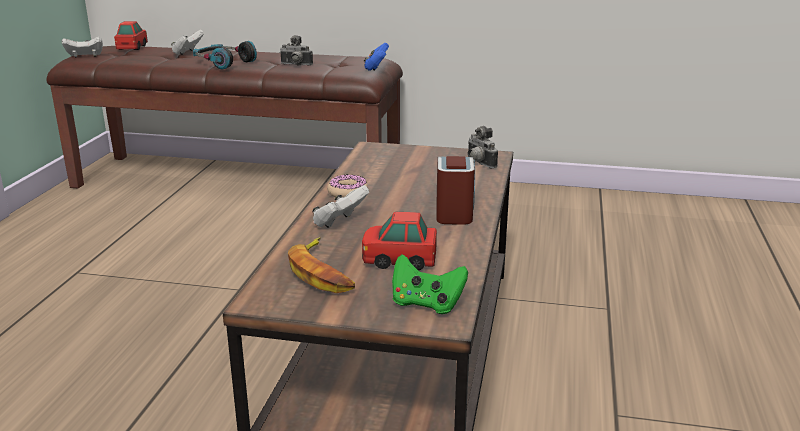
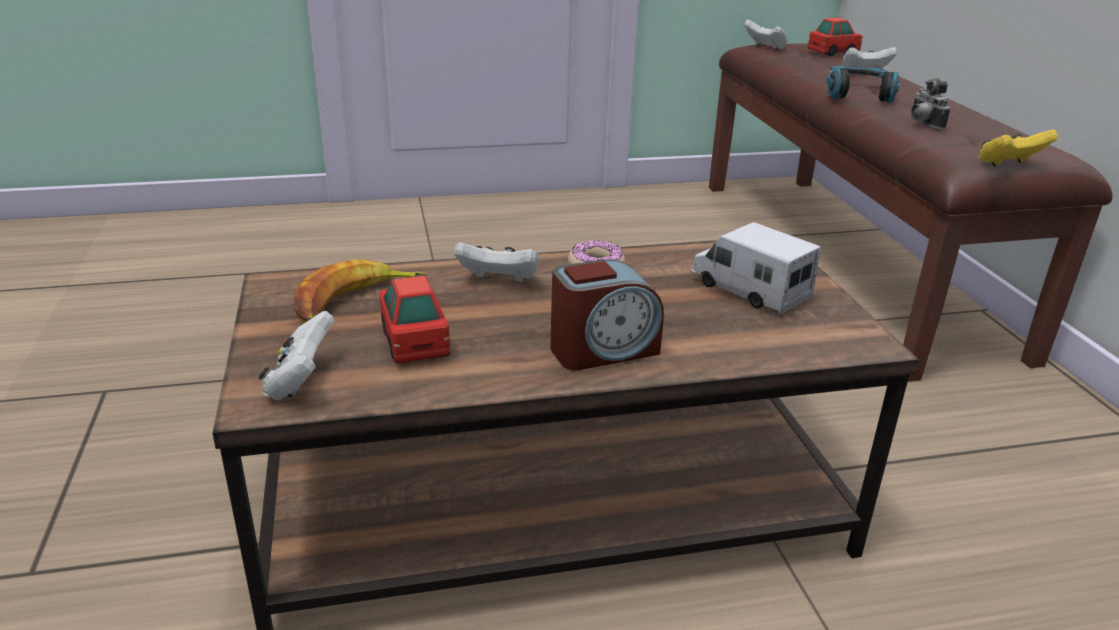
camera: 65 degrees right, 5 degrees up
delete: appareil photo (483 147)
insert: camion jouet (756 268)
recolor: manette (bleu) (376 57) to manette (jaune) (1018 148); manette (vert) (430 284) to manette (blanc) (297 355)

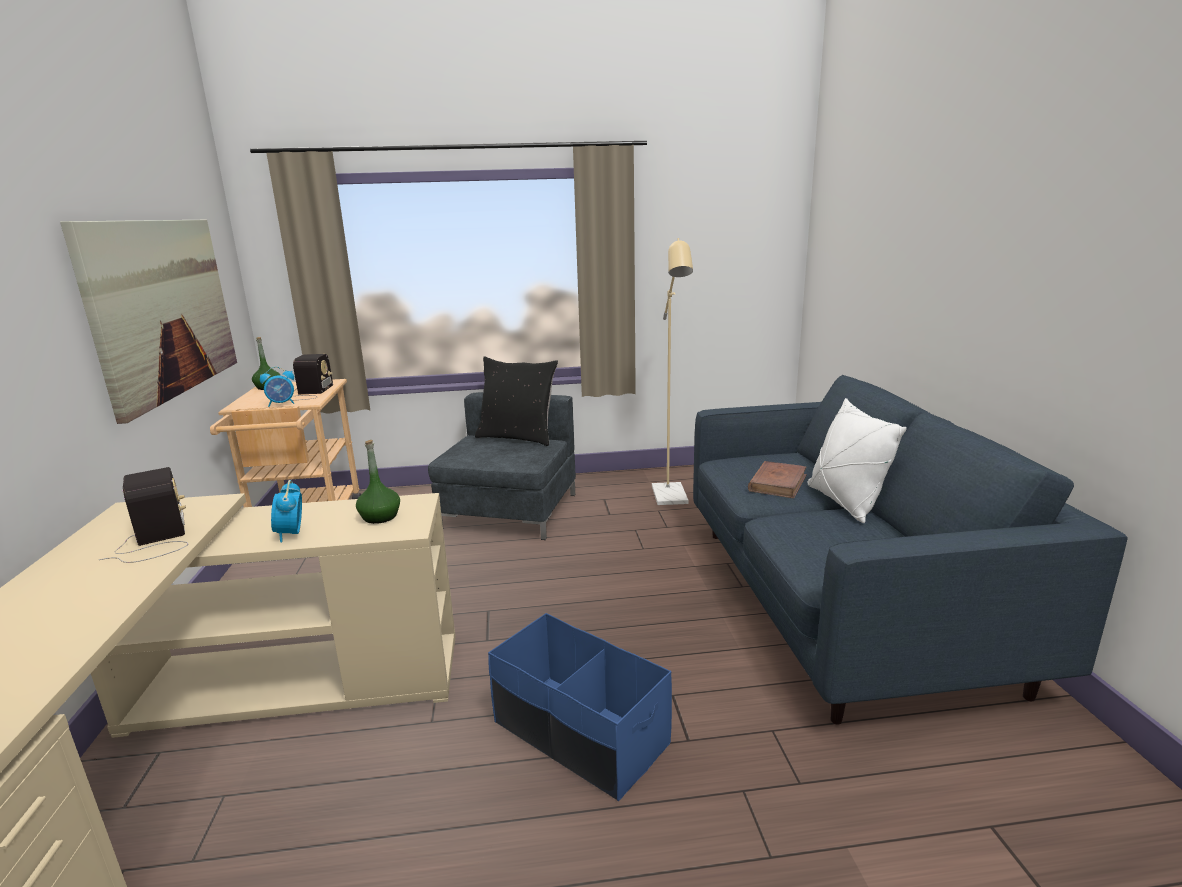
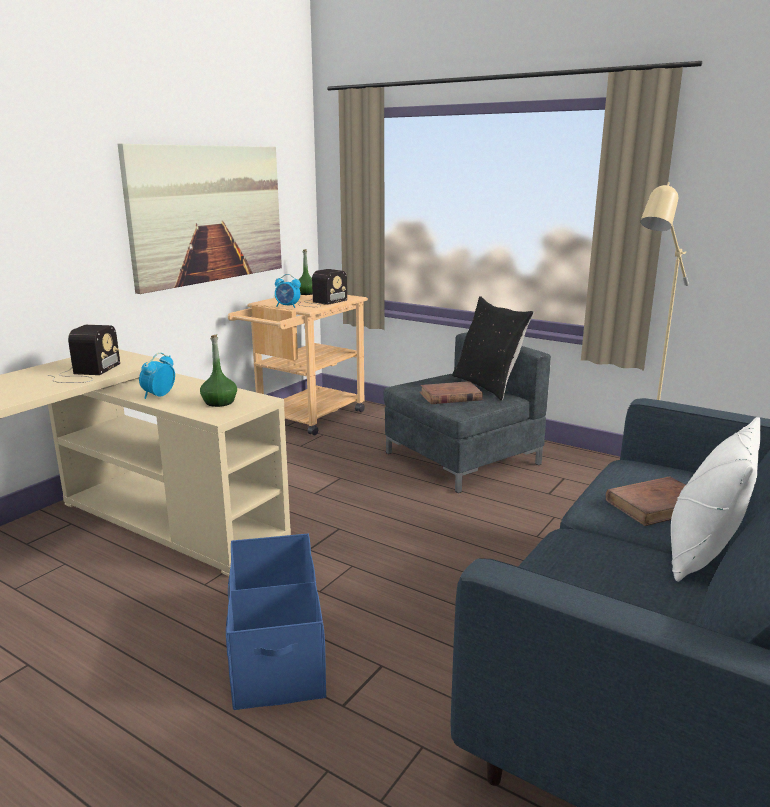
camera: 40 degrees right, 0 degrees up
insert: livre (marron) (451 392)

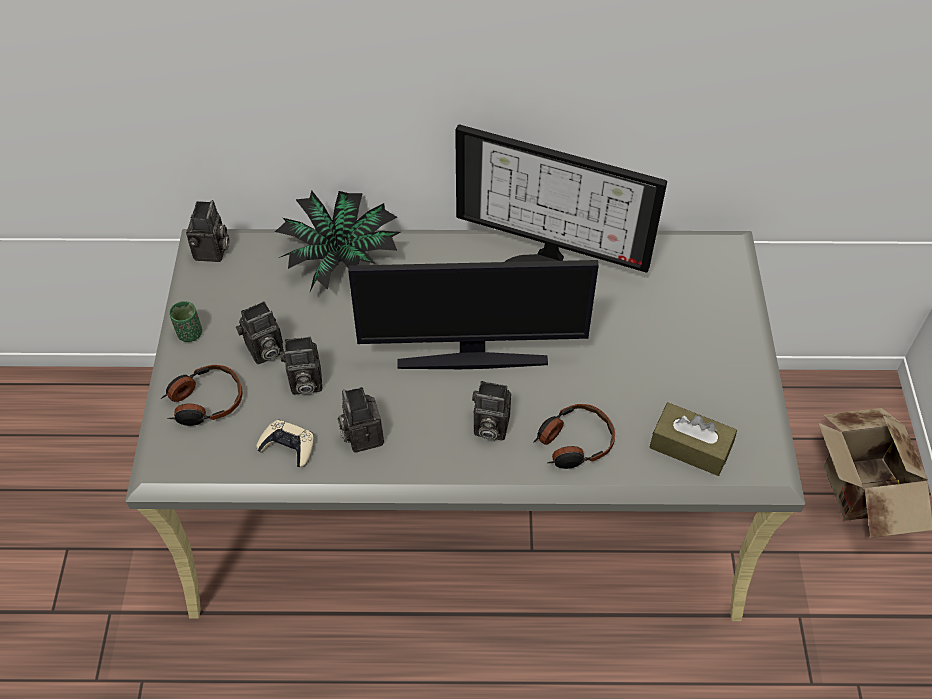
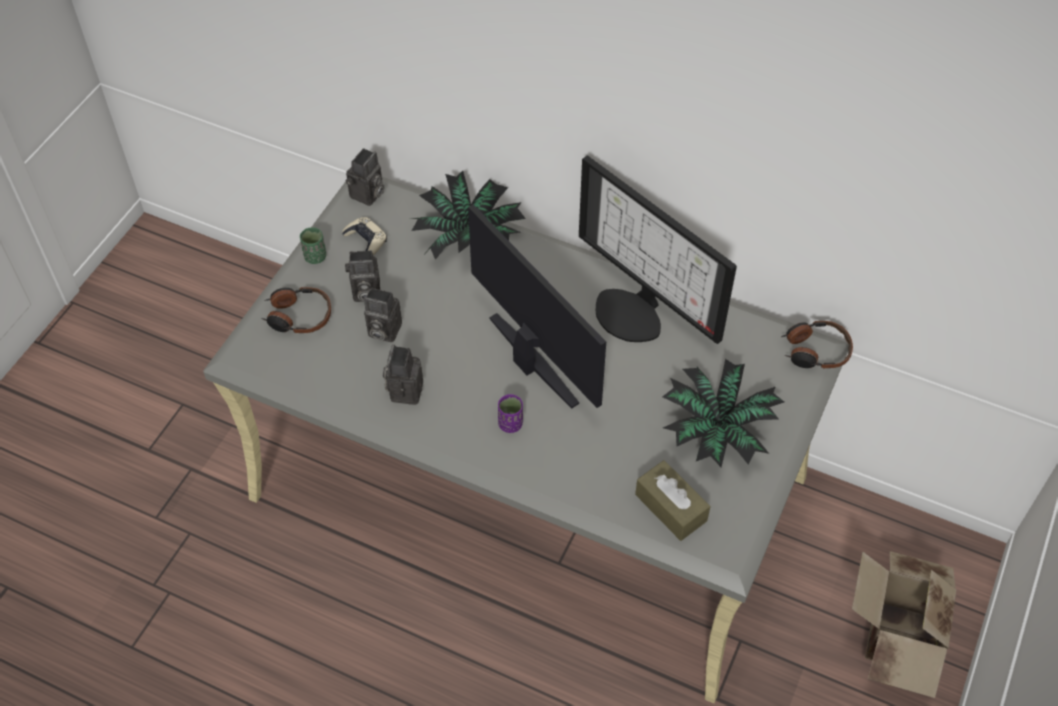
camera: 25 degrees right, 0 degrees up
insert: plante en pot (723 413)
move: casque audio (574 436) to (817 344); manette (beige) (285 444) to (364 236)
replace: appareil photo (491 410) to tasse (violet) (510 413)
rotate: écran d'ordinateur (473 314) = (537 306) 150 degrees counterclockwise

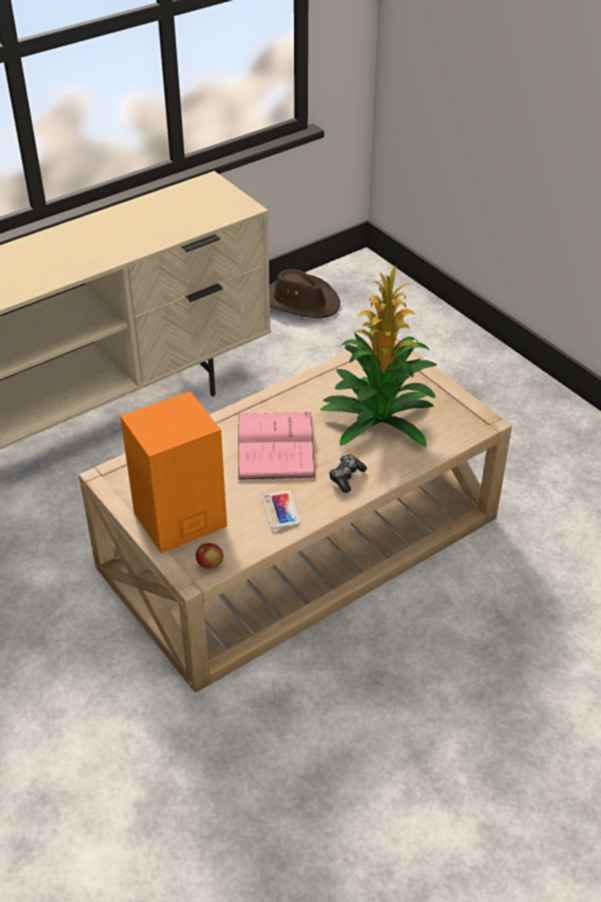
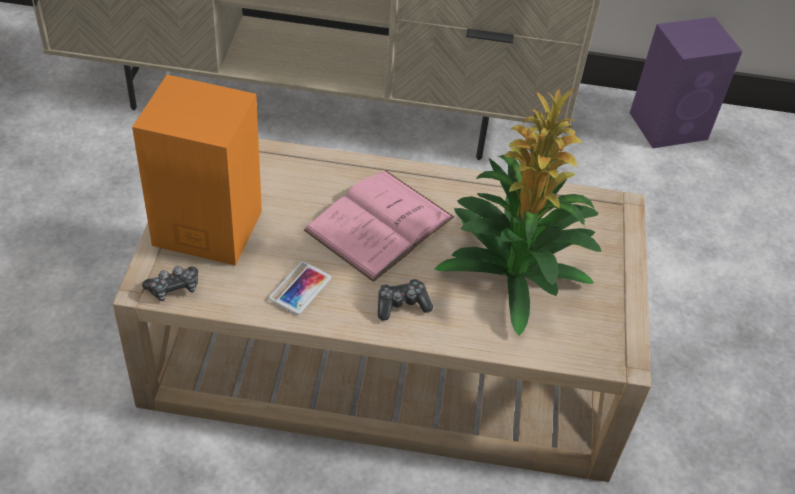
camera: 40 degrees right, 5 degrees up
replace: chapeau (marron) (304 293) to enceinte (violet) (686 82); pomme (209 556) to manette (170 283)

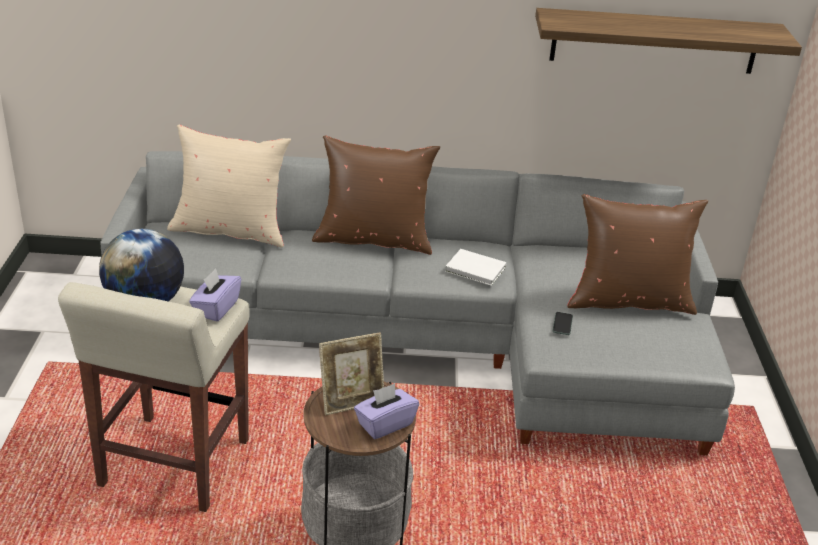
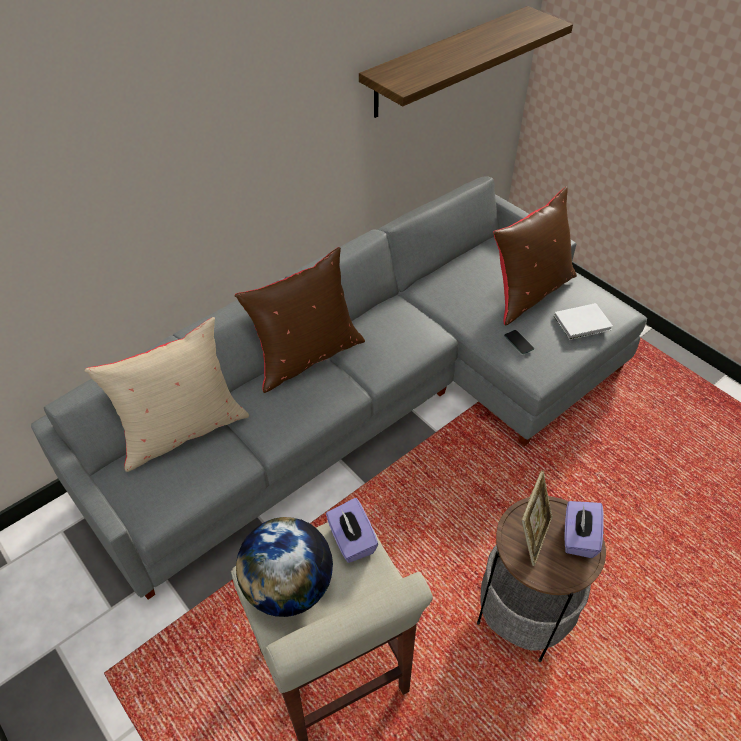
camera: 40 degrees left, 15 degrees up
move: livre (blanc) (475 267) to (583 321)

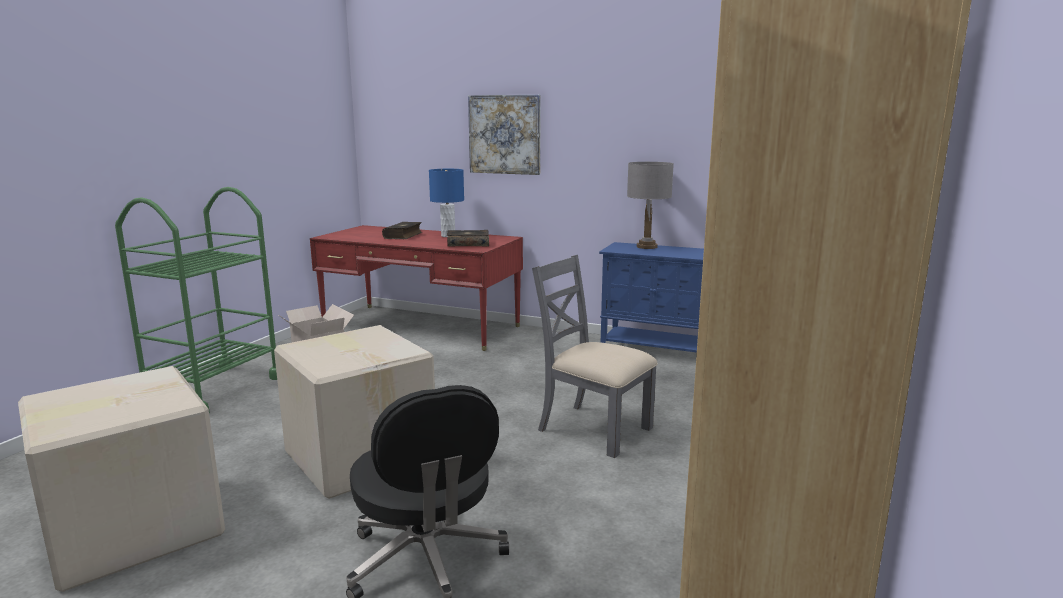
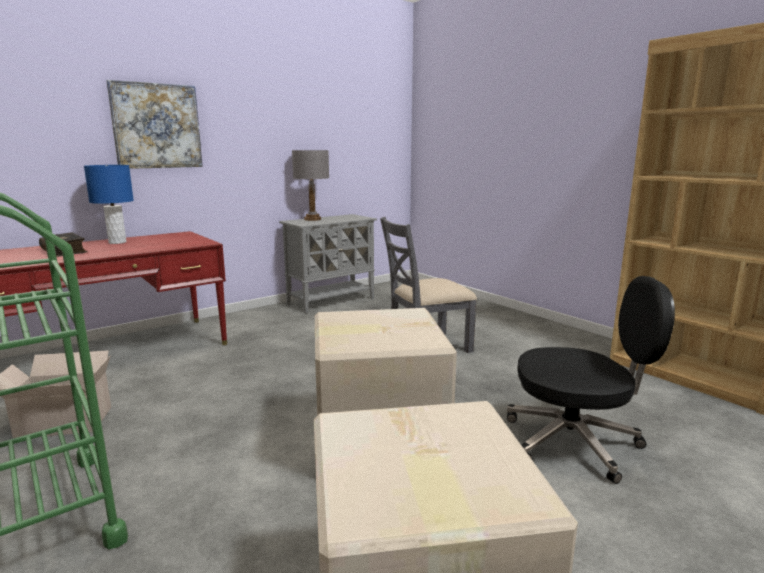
camera: 60 degrees left, 0 degrees up
delete: livre (468 238)
recolor: meuble de rangement (bleu) (651 297) to meuble de rangement (gris) (328 264)

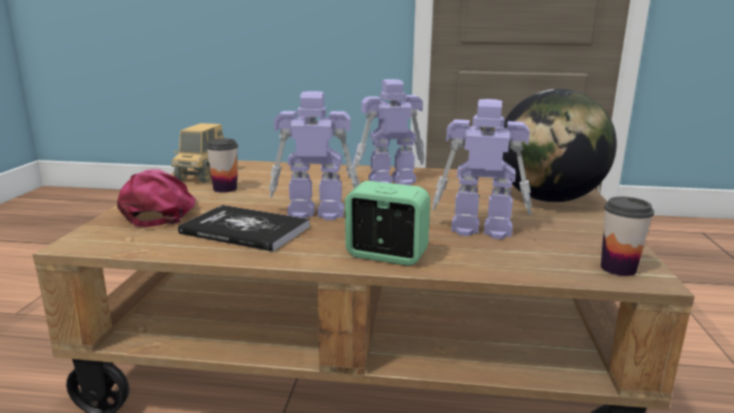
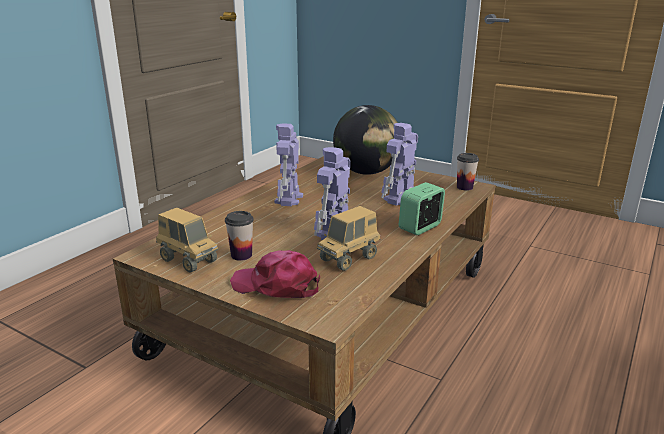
camera: 65 degrees left, 5 degrees up
replace: livre (244 228) to camion jouet (348 238)

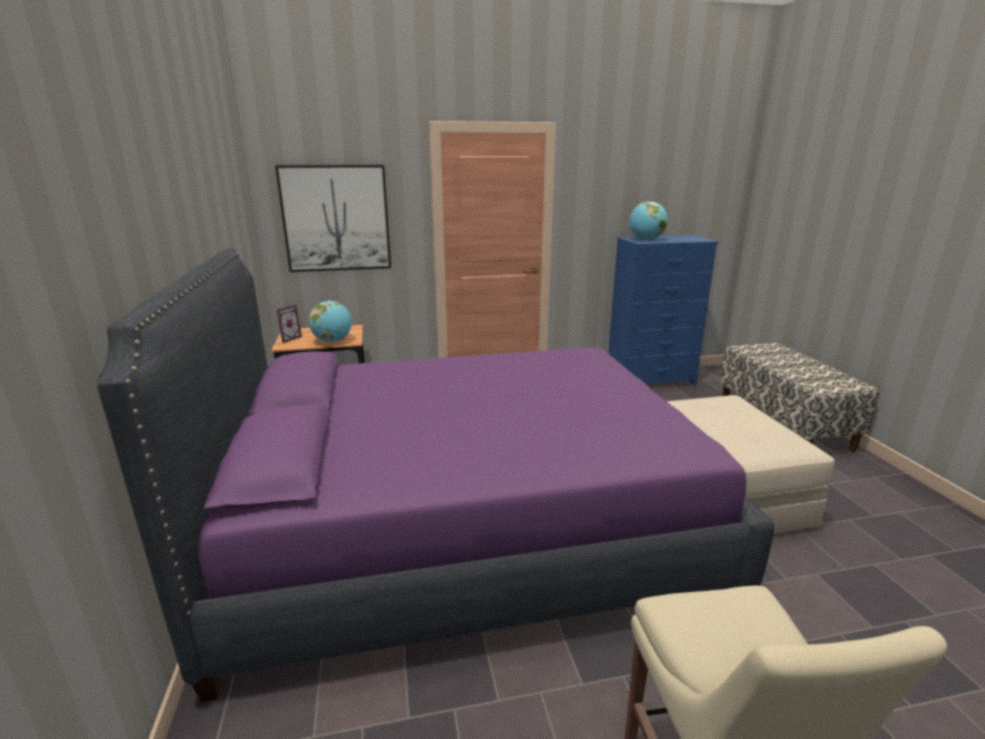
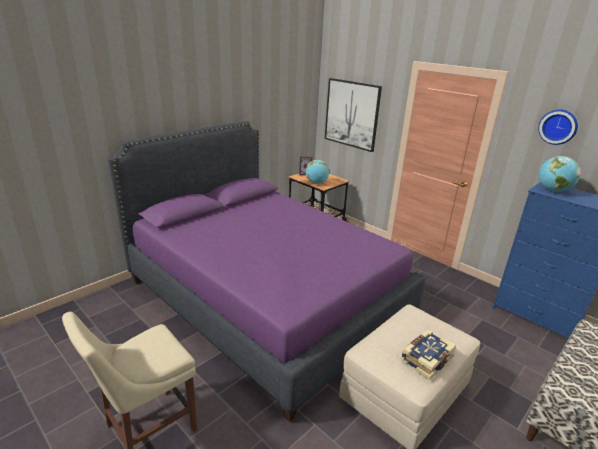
camera: 55 degrees right, 5 degrees up
insert: horloge murale (558 127); livre (428 355)

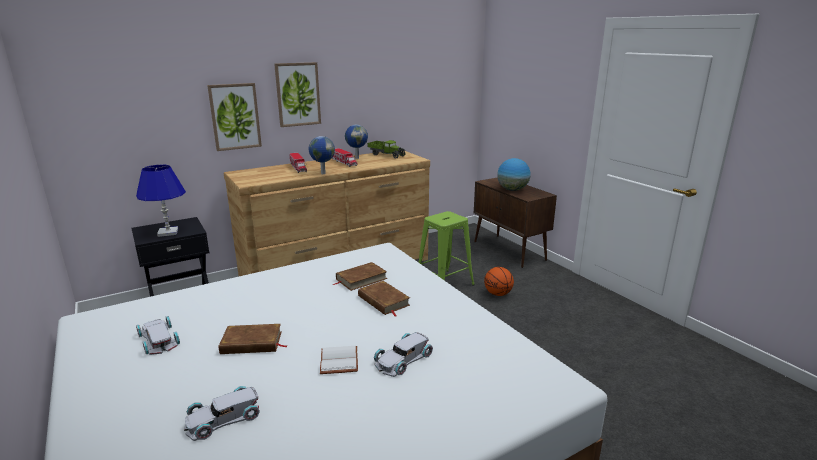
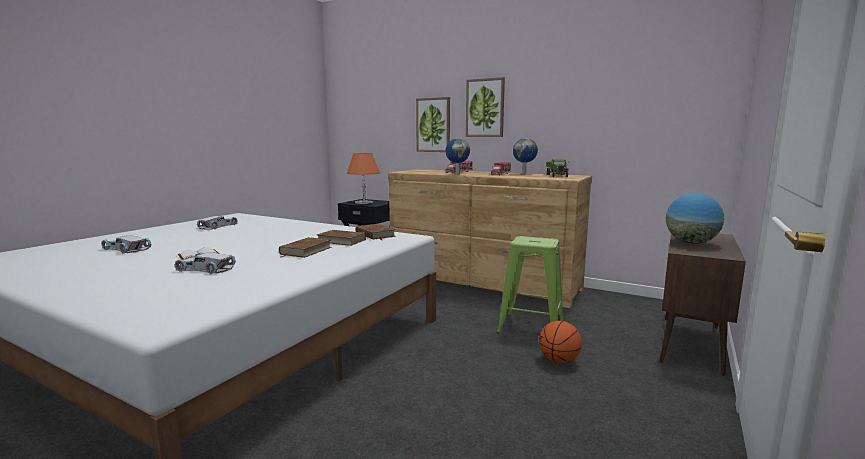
camera: 60 degrees right, 10 degrees down
move: livre (marron) (253 339) to (376 232)
recolor: lampe de table (bleu) (161 201) to lampe de table (orange) (363 178)

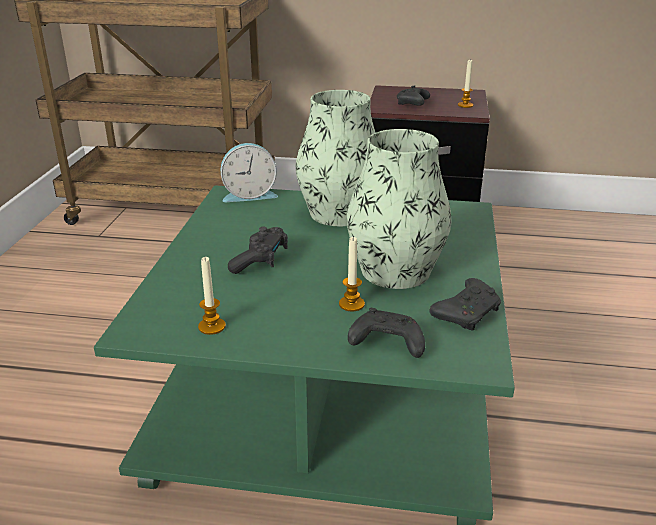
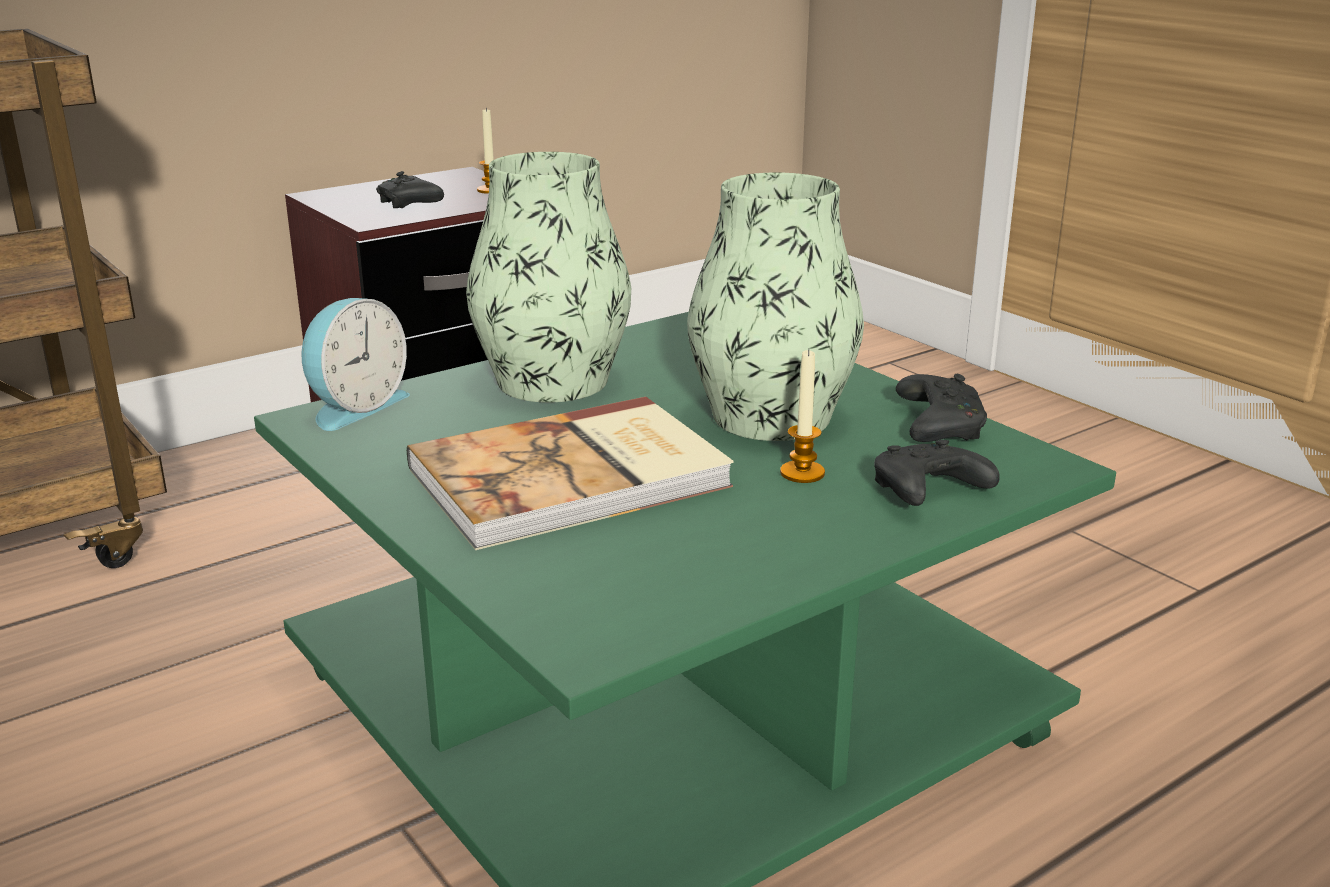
camera: 45 degrees left, 5 degrees down
delete: bougie (212 296)
replace: manette (noir) (258 250) to livre (570 473)

